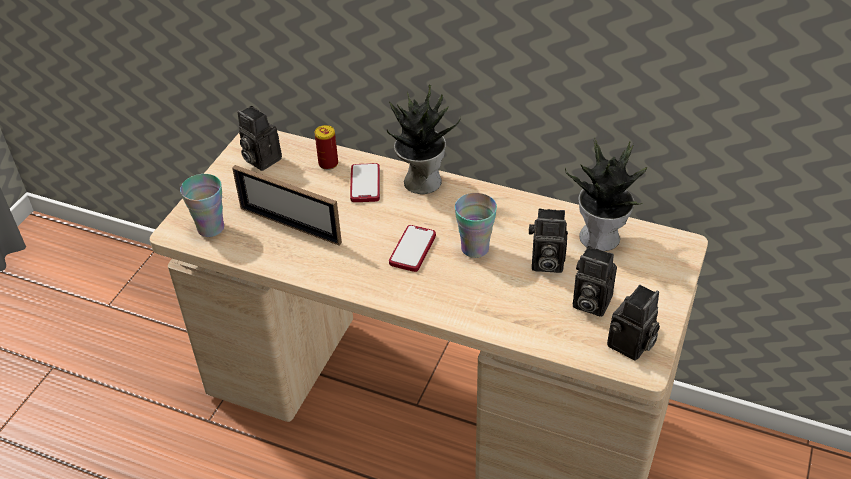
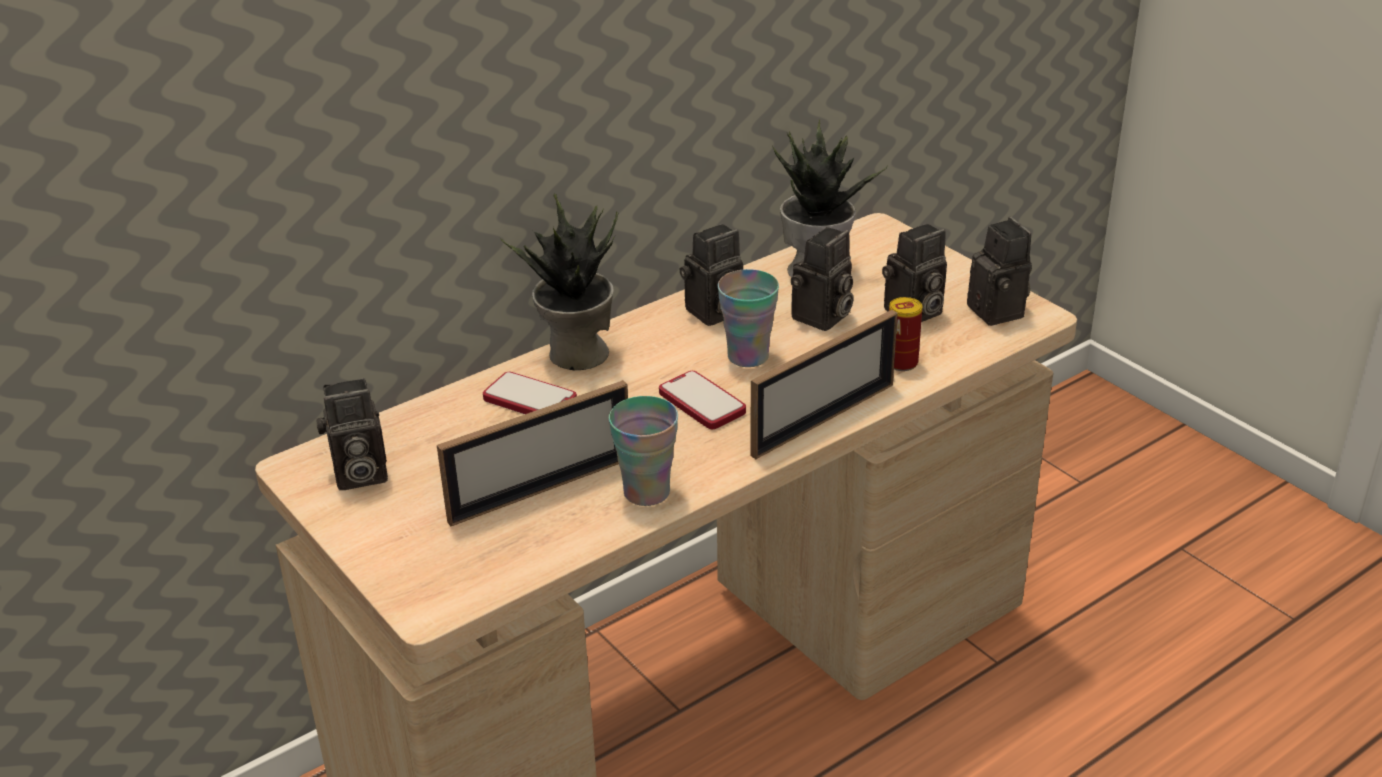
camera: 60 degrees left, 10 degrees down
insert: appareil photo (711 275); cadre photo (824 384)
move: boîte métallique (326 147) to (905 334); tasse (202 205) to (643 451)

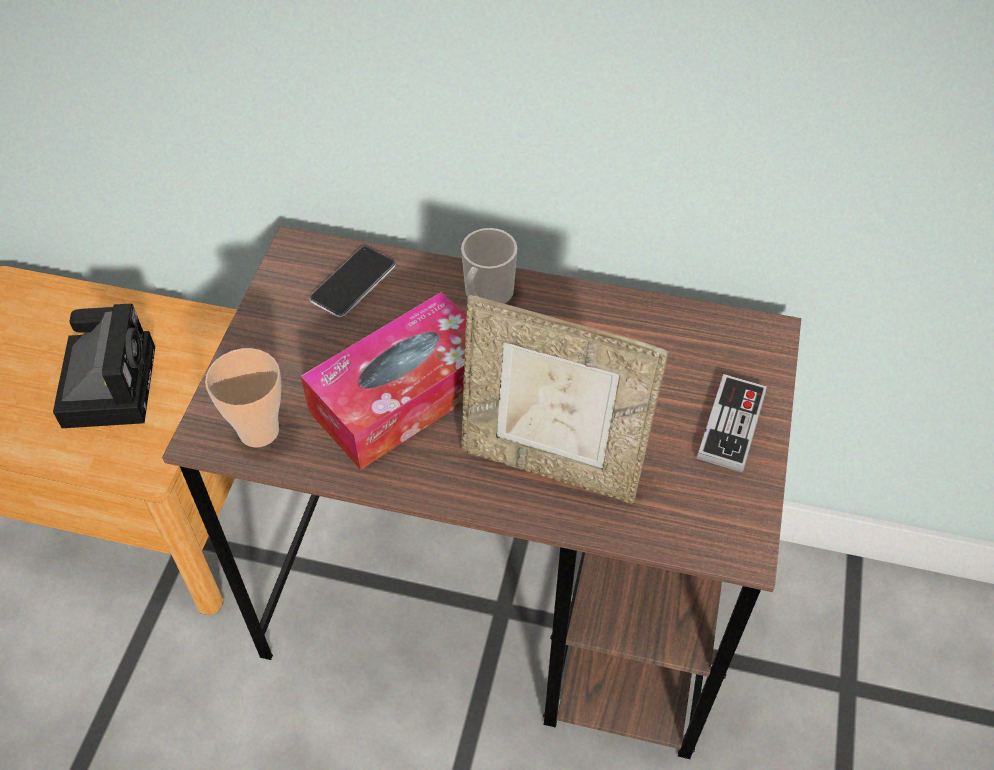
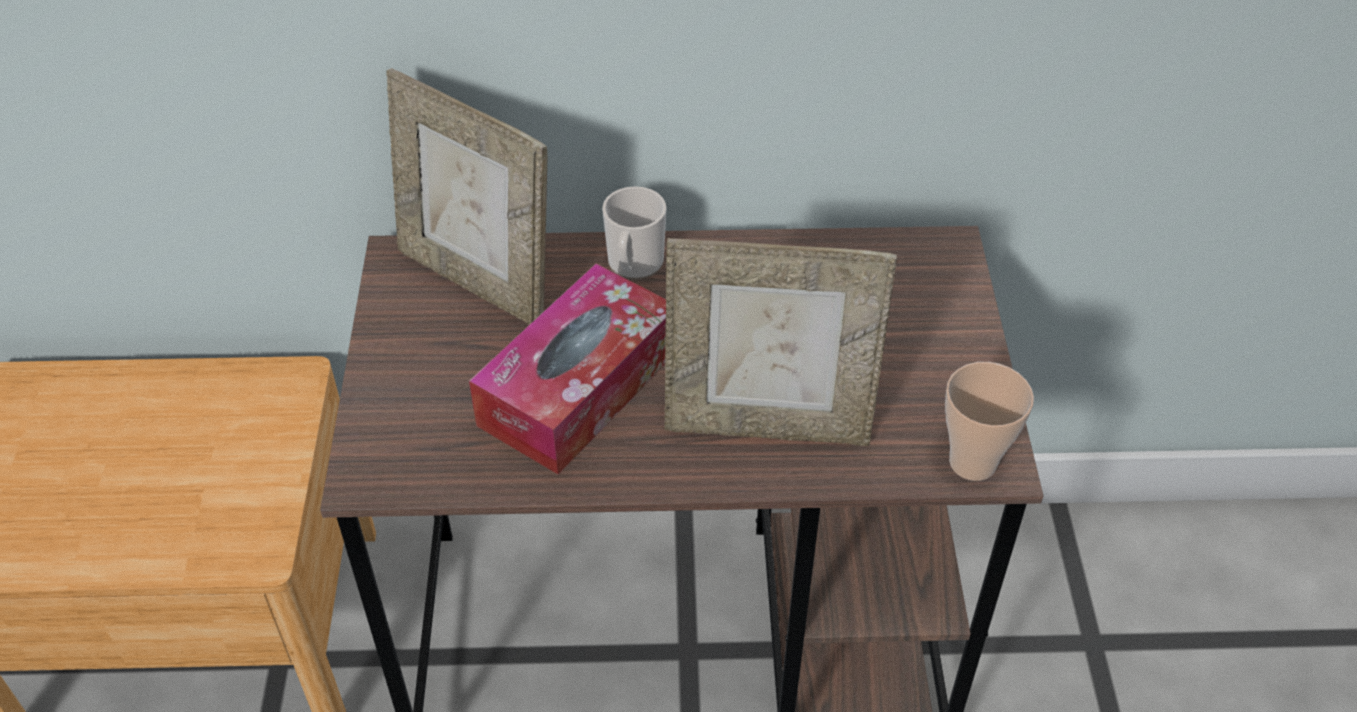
camera: 15 degrees left, 5 degrees down
delete: appareil photo (104 366); manette (732 423)
move: tasse (243 397) to (989 421)
replace: téléphone (352 282) to cadre photo (467 196)

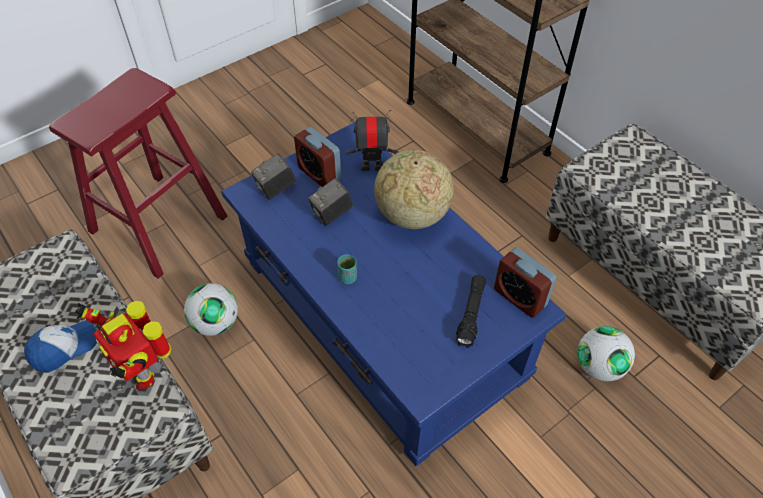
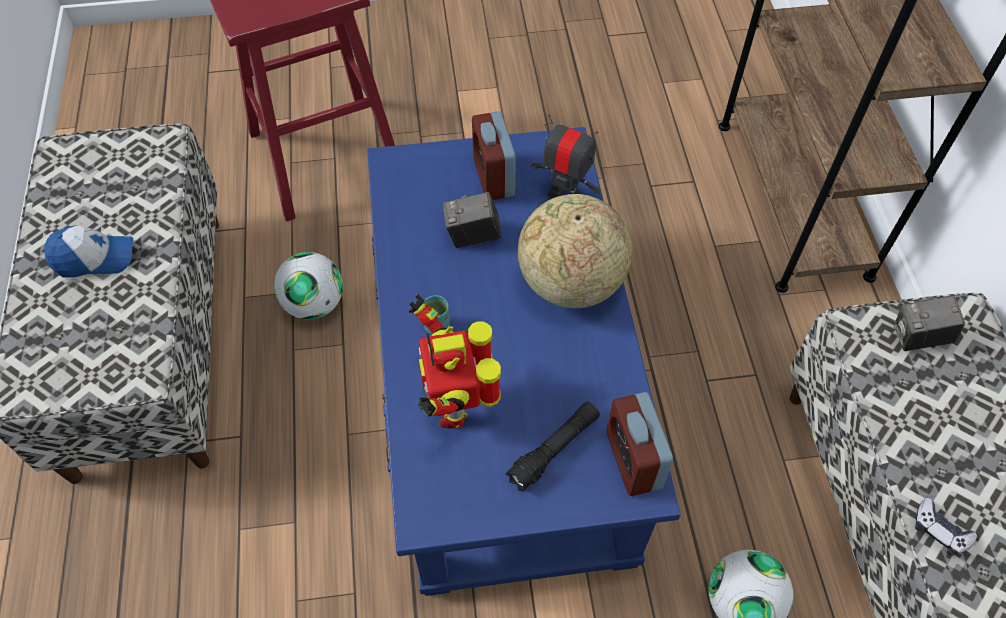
camera: 30 degrees right, 5 degrees up
insert: manette (946 527)
move: appareil photo (273 176) to (929 323); robot jouet (123 345) to (455 361)

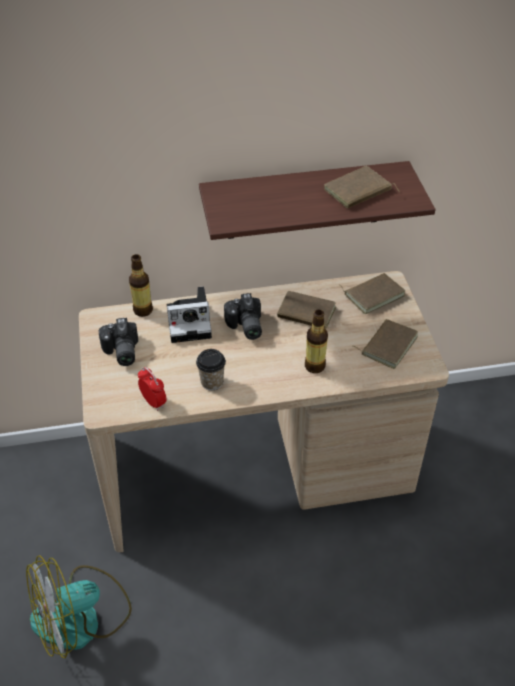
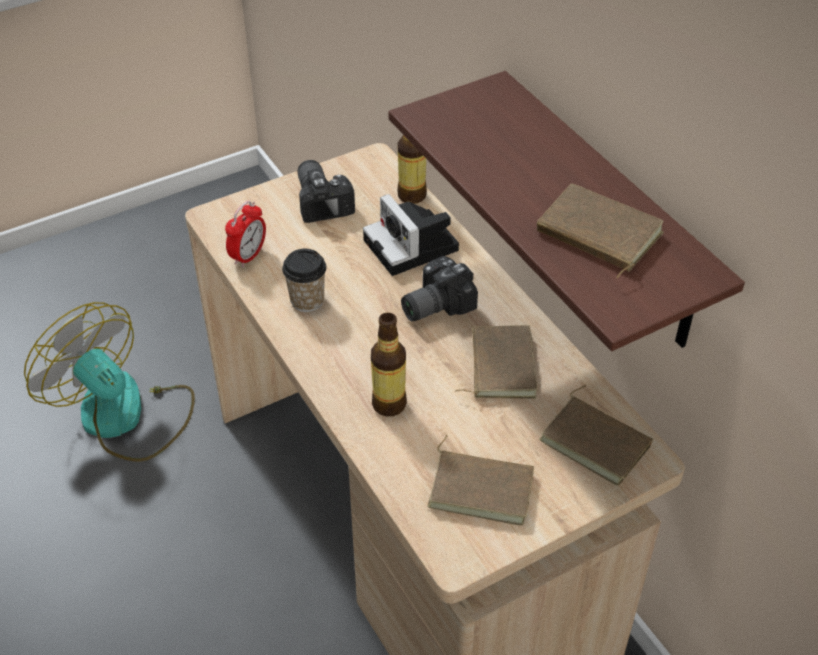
camera: 70 degrees right, 0 degrees up
rotate: appareil photo (118 342) = (326 191) 105 degrees clockwise

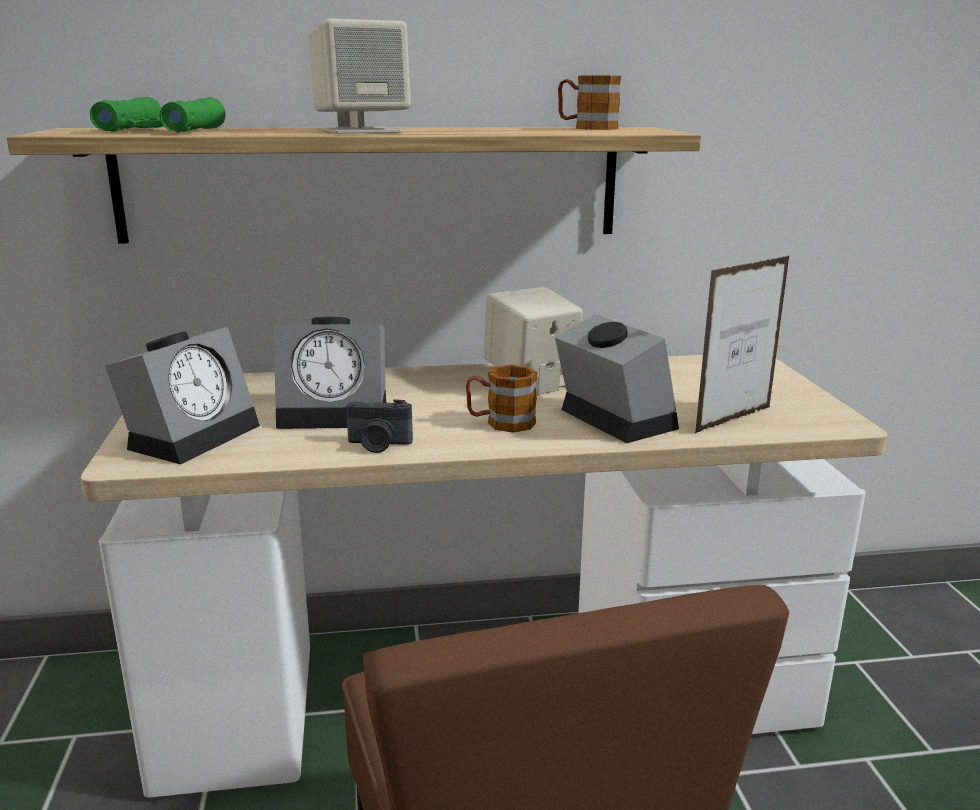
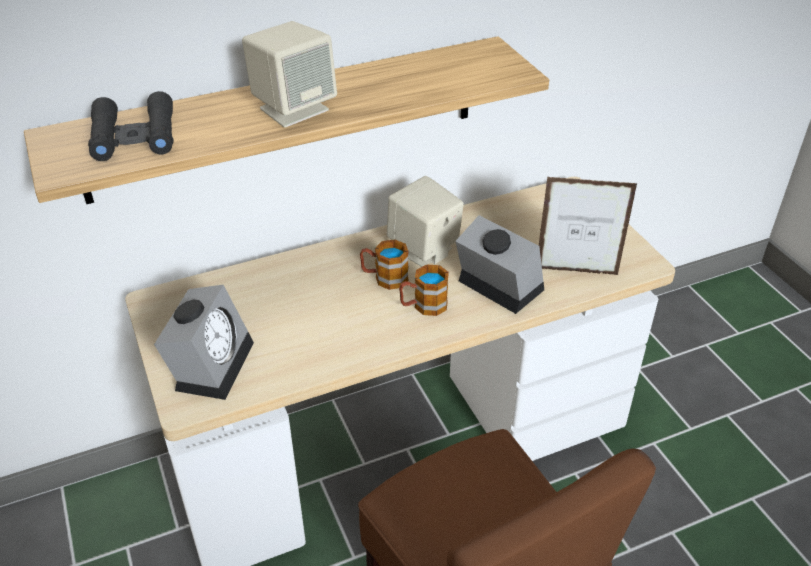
camera: 15 degrees left, 20 degrees up
delete: réveil (330 373); appareil photo (379 426)
move: mug (589 102) to (384 264)
recolor: jumelles (vert) (158 114) to jumelles (noir) (131 126)
rotate: cadre photo (742 344) = (588 226) 60 degrees clockwise

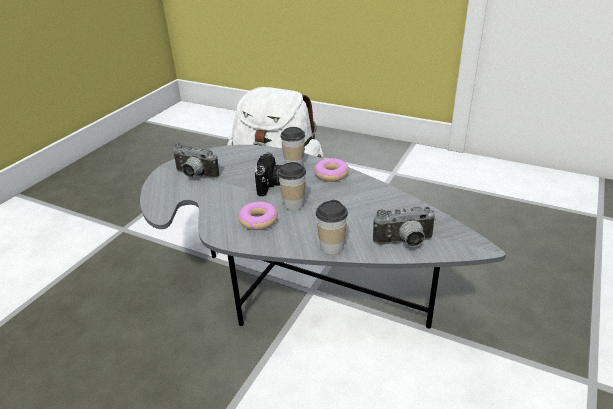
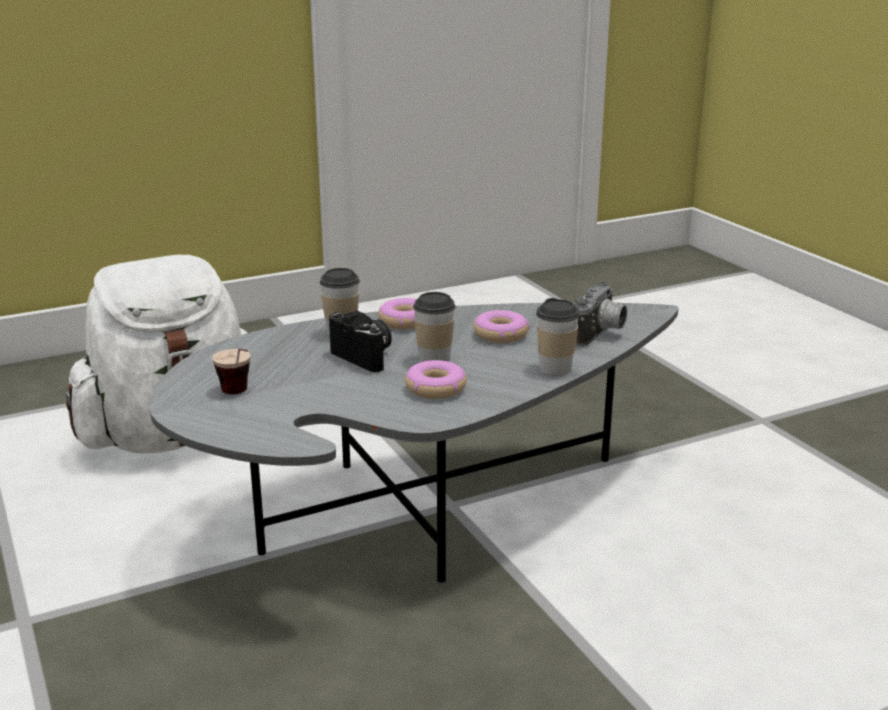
camera: 55 degrees left, 10 degrees down
insert: beignet (501 326)
replace: appareil photo (195 161) to tasse (231 371)

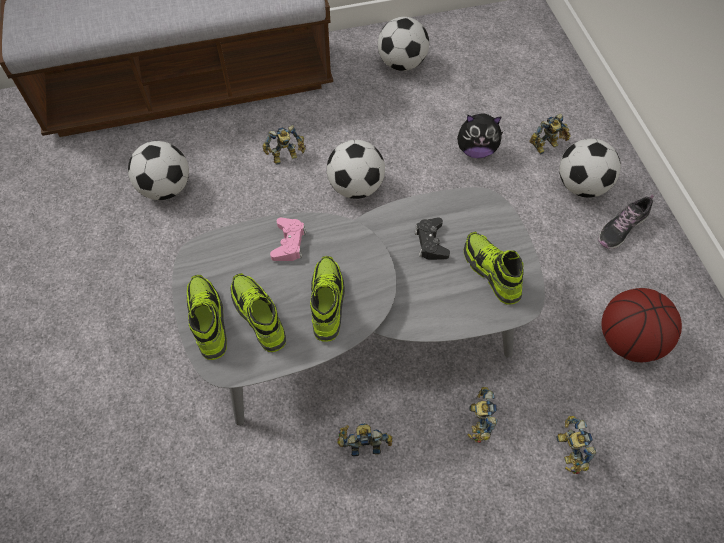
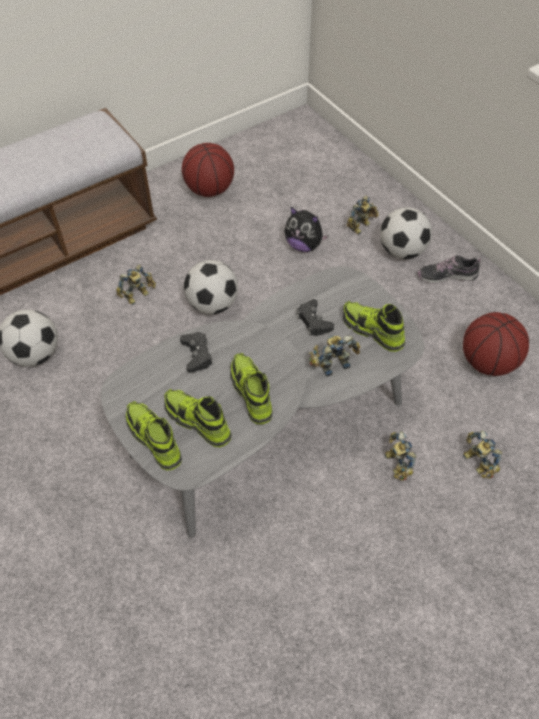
camera: 20 degrees left, 5 degrees down
move: robot jouet (364 439) to (334 355)
replace: ballon de foot (403 44) to ballon de basket (208 170)
recolor: manette (rose) (288 239) to manette (noir) (197 352)
rotate: peluche (480 135) = (306 229) 45 degrees clockwise; chaussure (626 221) = (449 269) 60 degrees clockwise

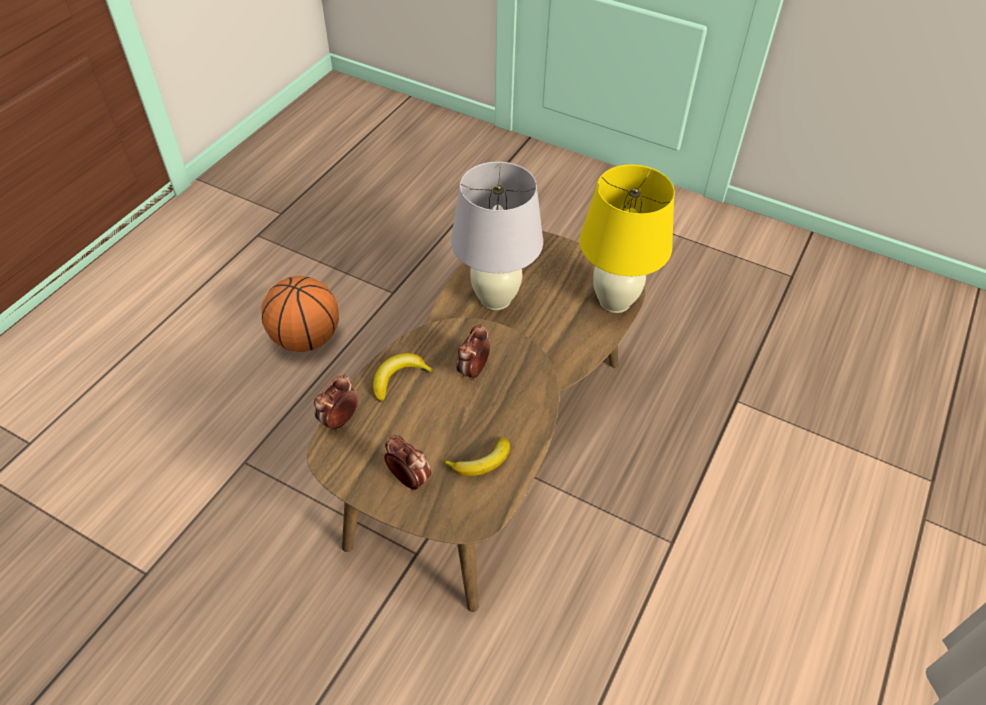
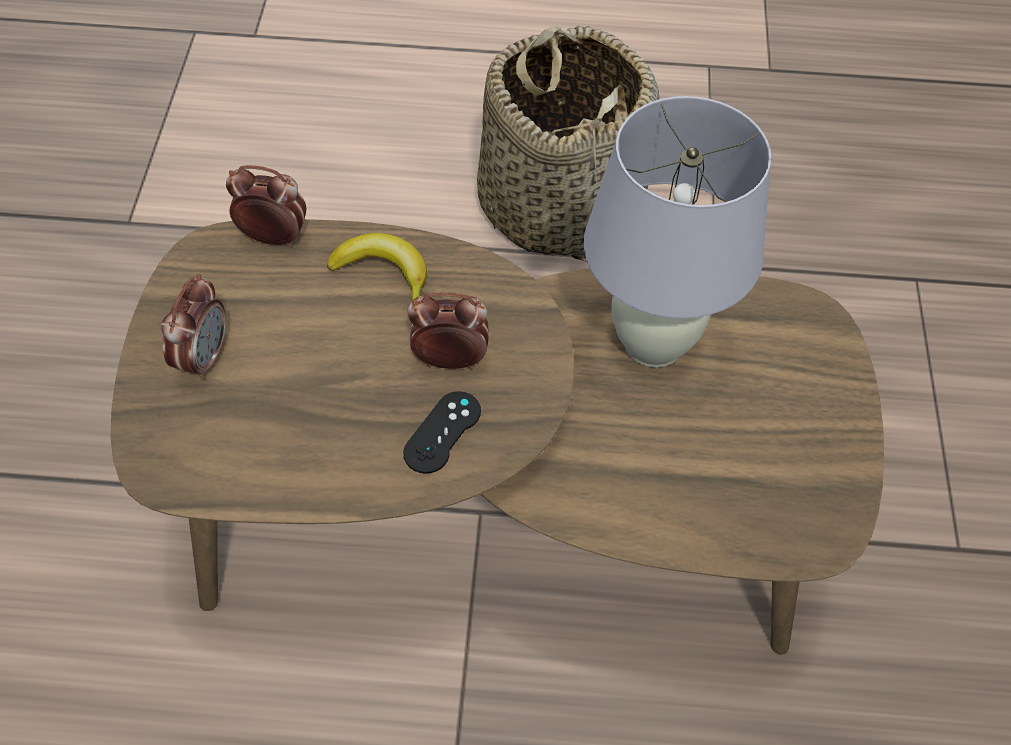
camera: 65 degrees right, 5 degrees up
delete: lampe de table (jaune) (627 239); banane (476 456)
insert: manette (noir) (442 432)
replace: ballon de basket (300 314) to panier (568 144)

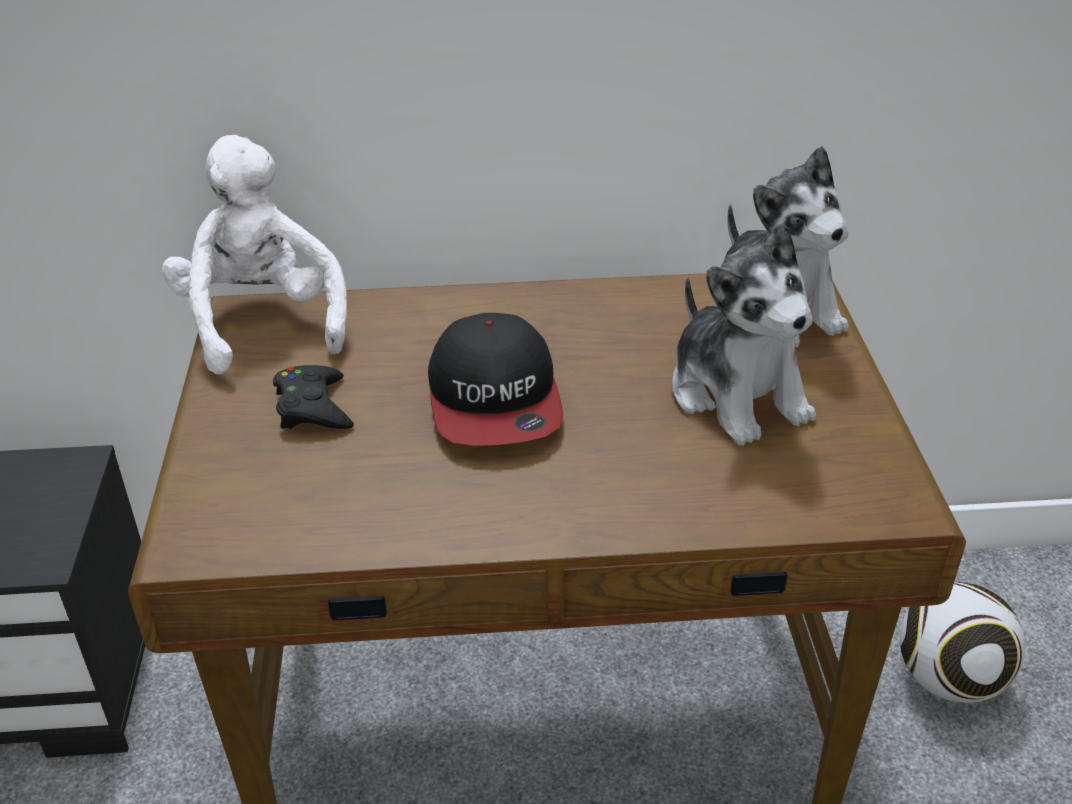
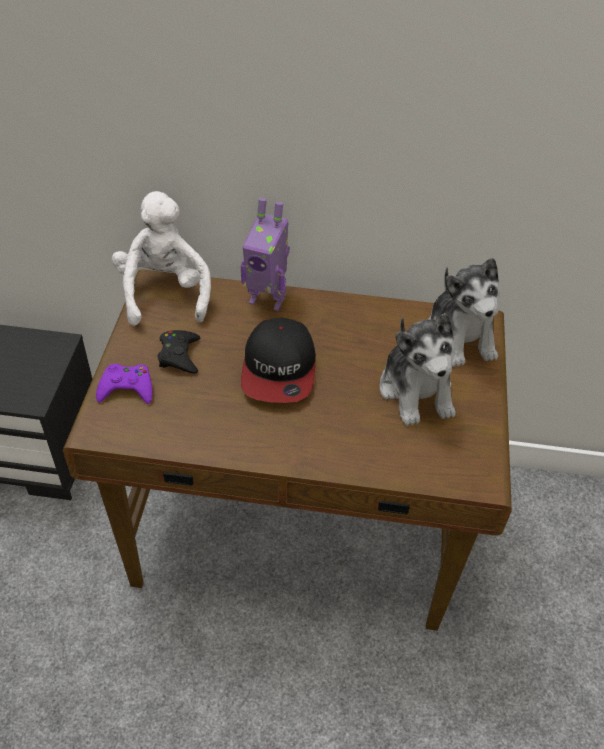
camera: 10 degrees right, 10 degrees up
delete: ballon de foot (962 642)
insert: robot jouet (265 254); manette (violet) (124 384)

